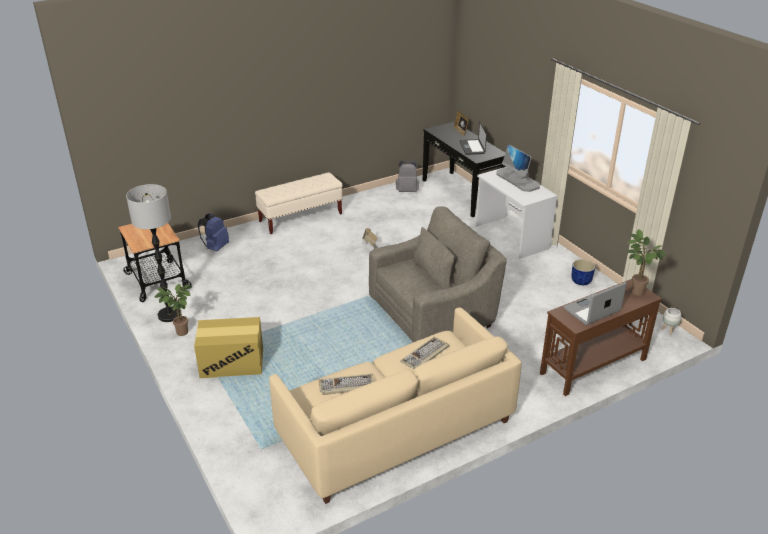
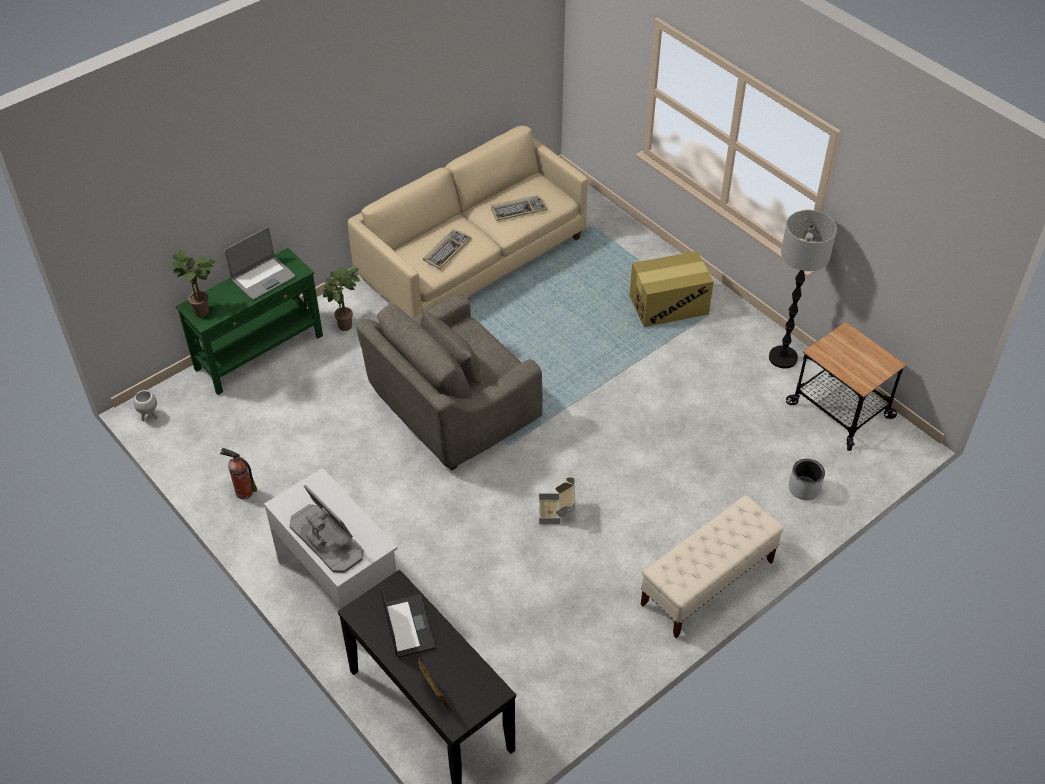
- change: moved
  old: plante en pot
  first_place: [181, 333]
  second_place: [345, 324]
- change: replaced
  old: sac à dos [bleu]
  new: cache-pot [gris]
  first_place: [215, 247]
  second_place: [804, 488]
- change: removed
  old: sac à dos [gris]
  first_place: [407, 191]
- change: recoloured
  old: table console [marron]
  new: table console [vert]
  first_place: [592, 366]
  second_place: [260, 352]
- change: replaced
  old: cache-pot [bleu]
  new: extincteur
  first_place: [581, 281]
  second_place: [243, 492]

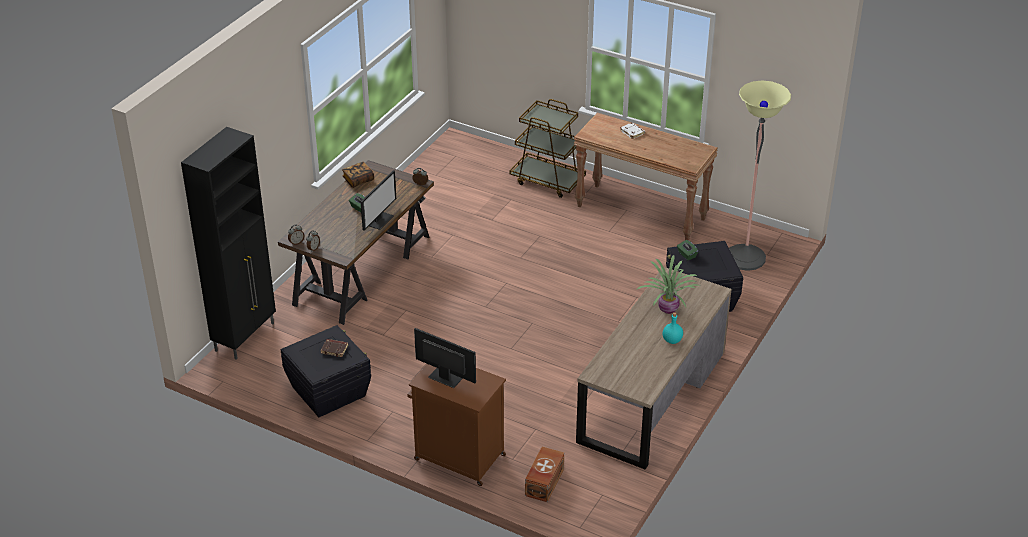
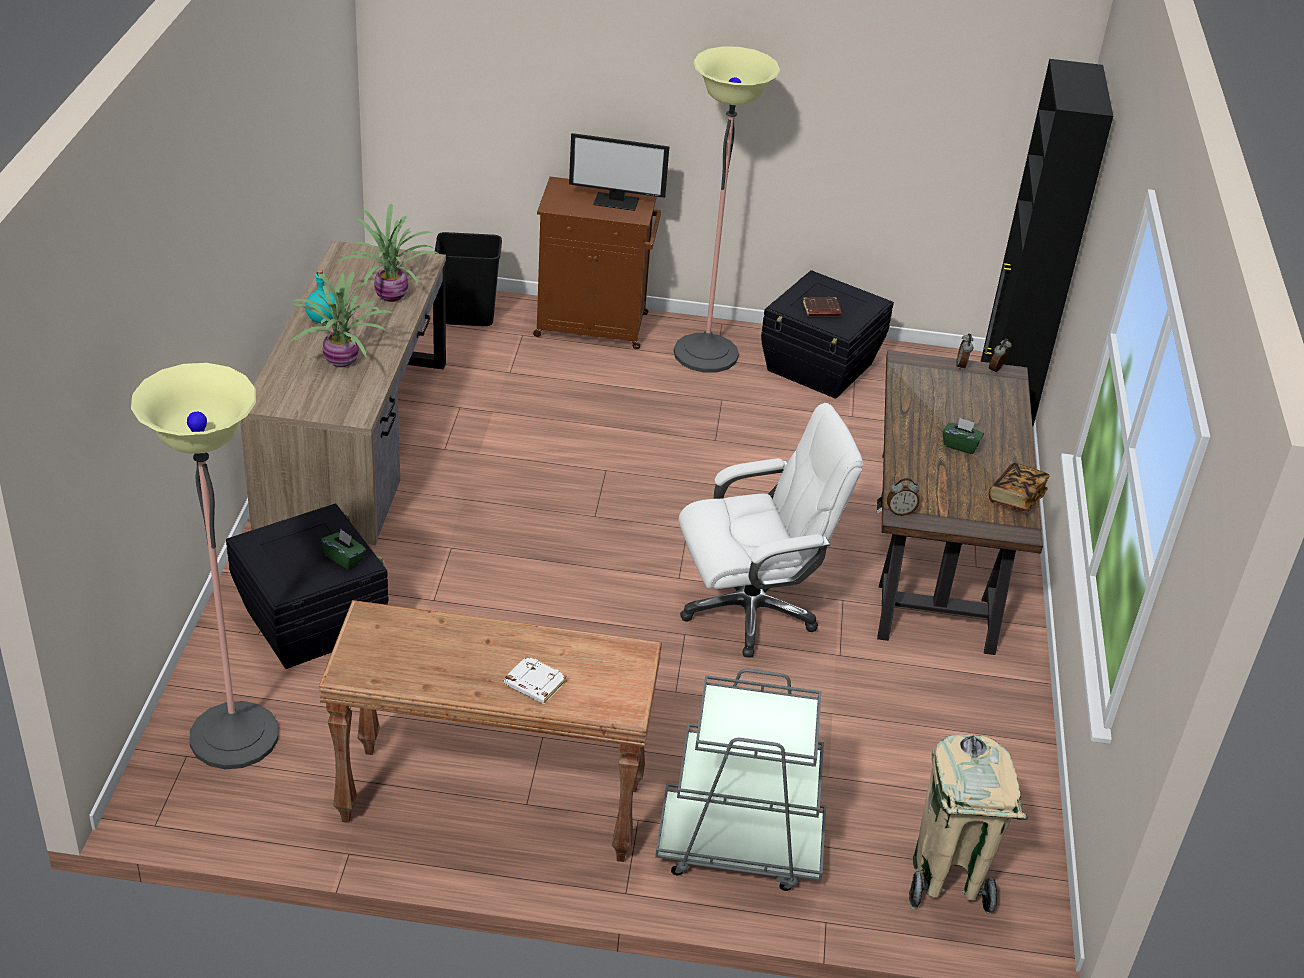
- change: removed
  old: écran d'ordinateur
  first_place: [379, 220]
- change: recoloured
  old: chariot [marron]
  new: chariot [gris]
  first_place: [547, 181]
  second_place: [738, 846]
- change: replaced
  old: boîte de rangement [marron]
  new: poubelle [noir]
  first_place: [543, 482]
  second_place: [468, 317]
- change: added
  new: plante en pot
  second_place: [391, 295]
- change: added
  new: lampadaire
  second_place: [706, 354]
- change: added
  new: chaise de bureau [blanc]
  second_place: [750, 610]
- change: added
  new: poubelle [beige]
  second_place: [947, 879]

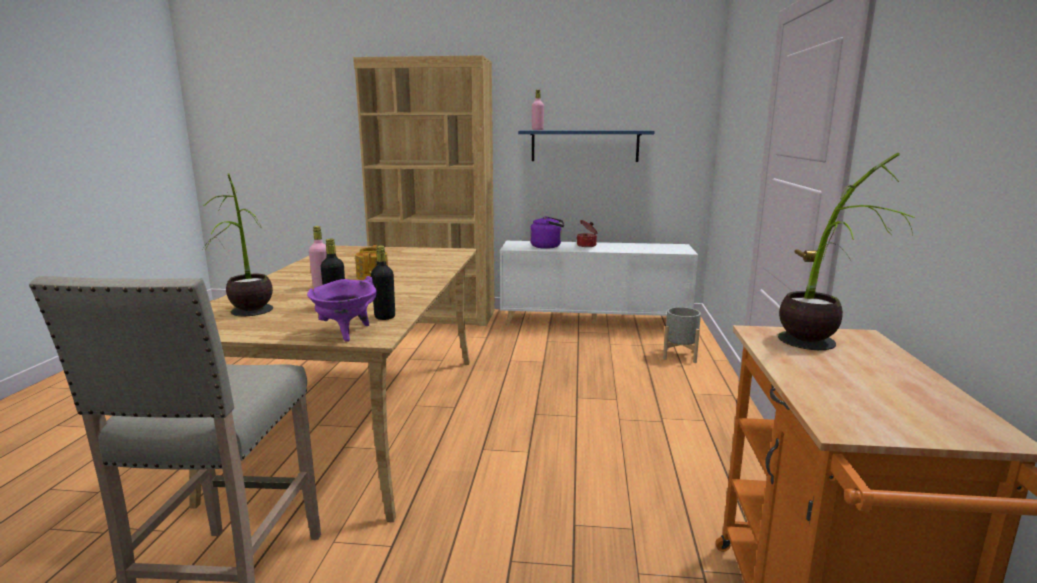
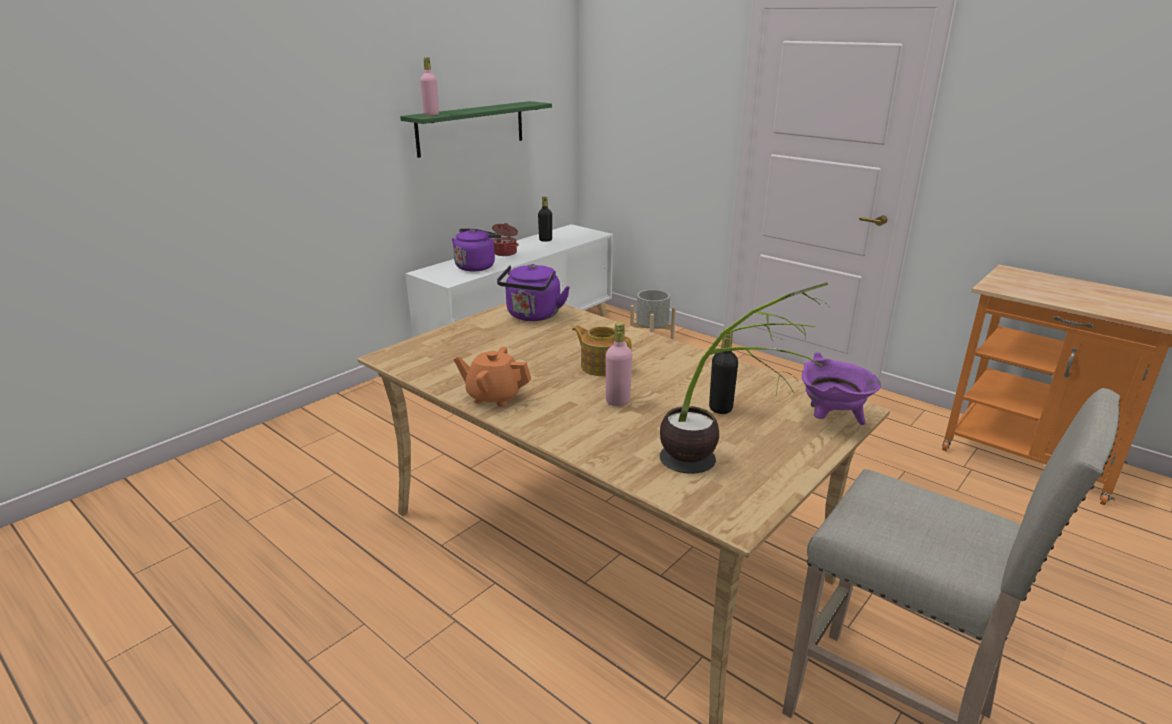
- change: removed
  old: bibliothèque [marron]
  first_place: [435, 316]
- change: moved
  old: bouteille [noir]
  first_place: [385, 317]
  second_place: [545, 240]
- change: recoloured
  old: étagère [bleu]
  new: étagère [vert]
  first_place: [584, 146]
  second_place: [471, 128]
- change: removed
  old: plante en pot
  first_place: [819, 352]
- change: added
  new: théière [orange]
  second_place: [494, 396]
- change: added
  new: bouilloire [violet]
  second_place: [533, 316]

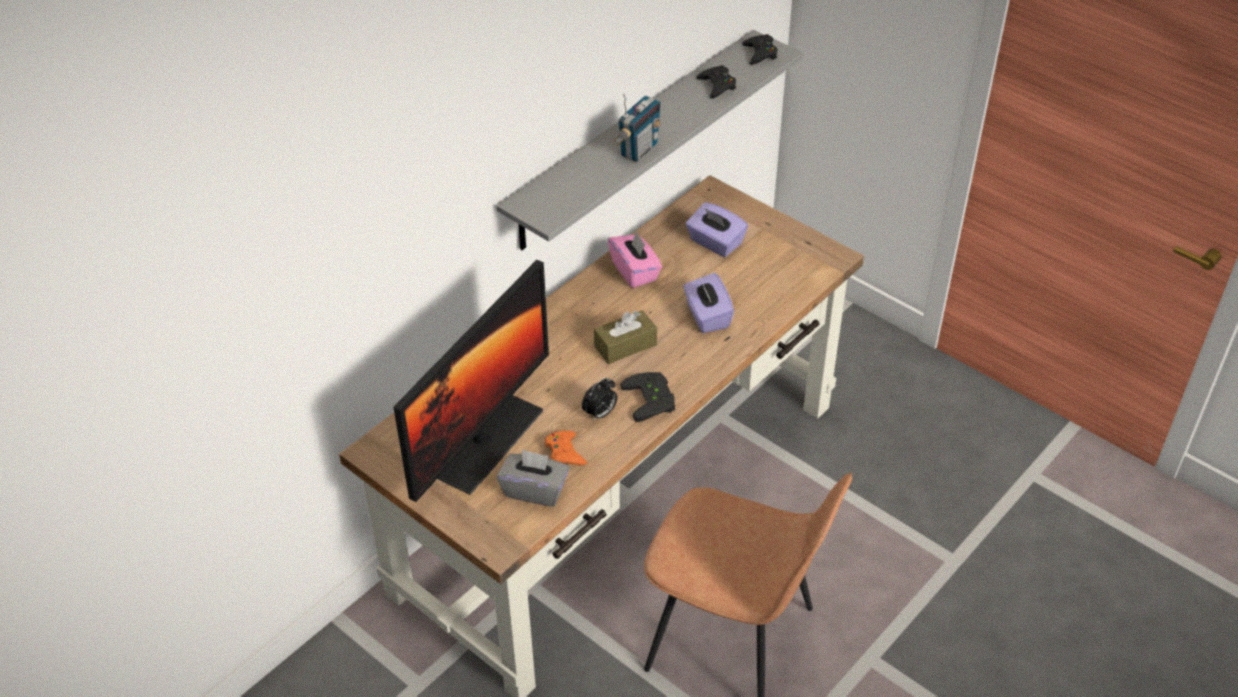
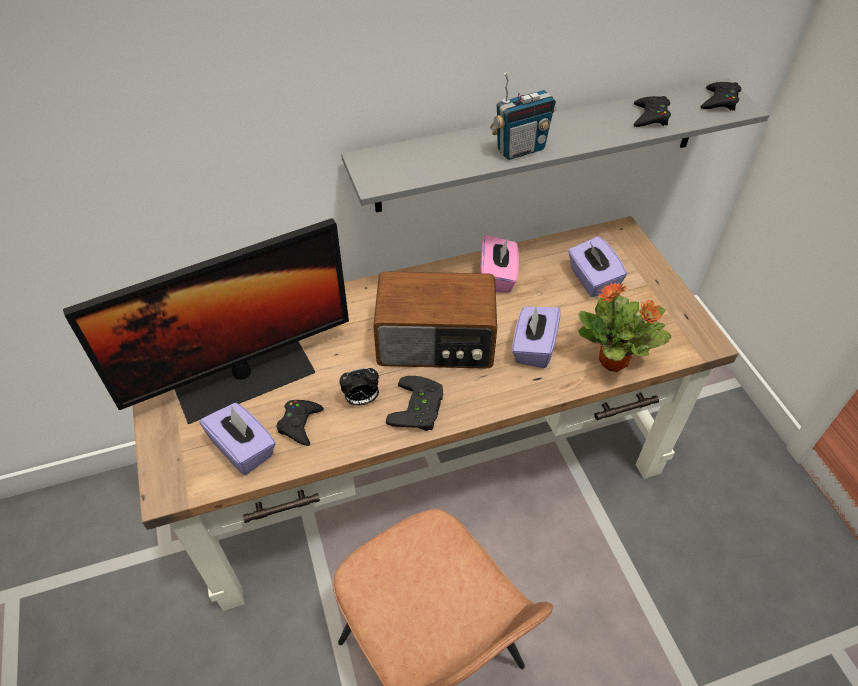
- change: recoloured
  old: boîte à mouchoirs [gris]
  new: boîte à mouchoirs [violet]
  first_place: [535, 490]
  second_place: [244, 449]
- change: recoloured
  old: manette [orange]
  new: manette [noir]
  first_place: [565, 453]
  second_place: [300, 424]
- change: replaced
  old: boîte à mouchoirs [marron]
  new: radio
  first_place: [625, 345]
  second_place: [436, 343]
- change: added
  new: plante en pot
  second_place: [614, 361]

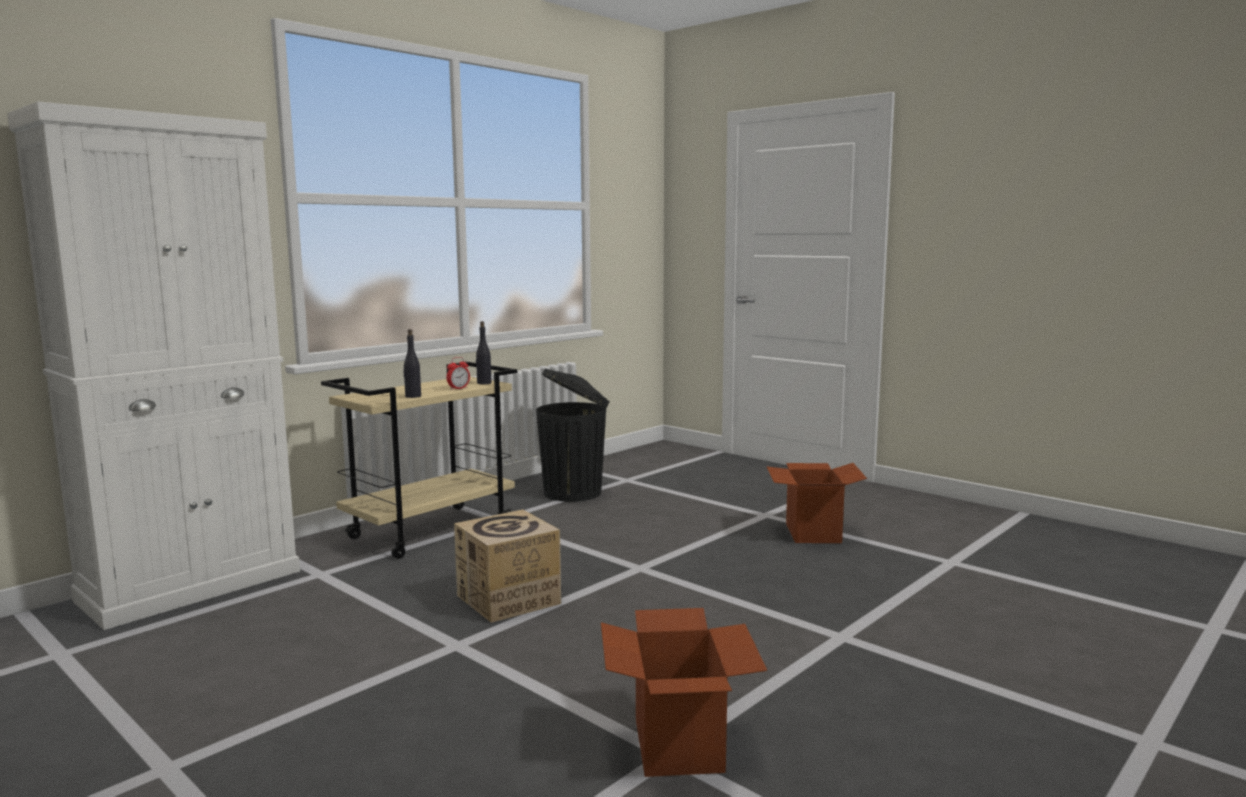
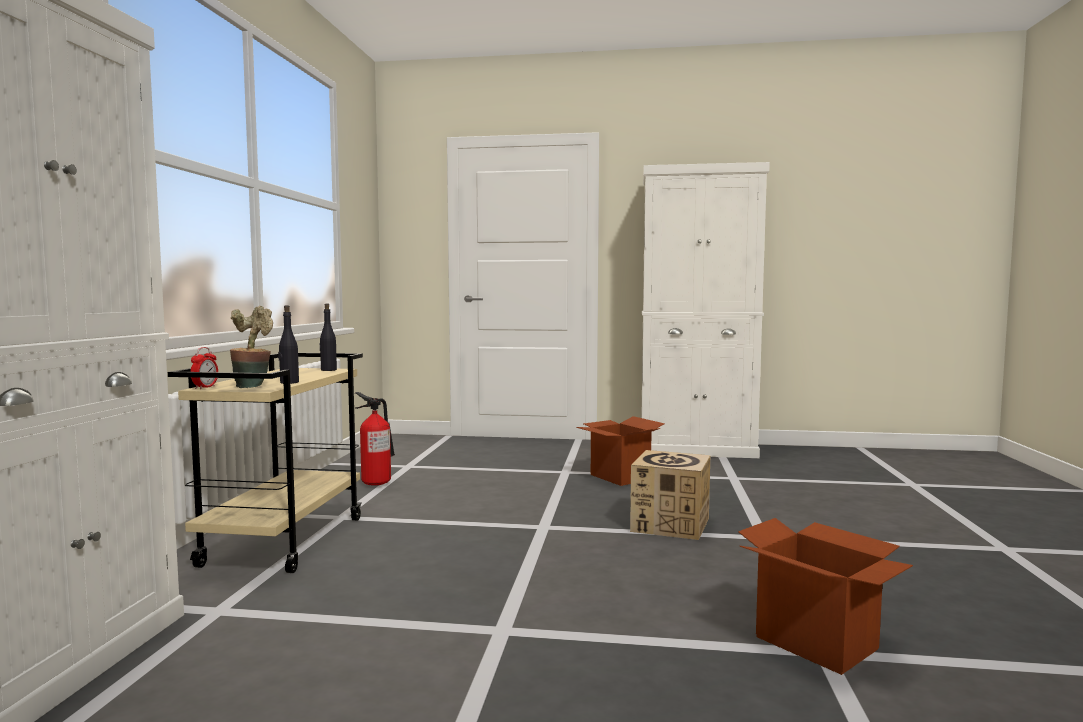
- change: moved
  old: réveil
  first_place: [458, 388]
  second_place: [205, 387]
- change: moved
  old: carton
  first_place: [508, 599]
  second_place: [670, 525]
- change: replaced
  old: poubelle [noir]
  new: extincteur
  first_place: [574, 492]
  second_place: [378, 483]
- change: added
  new: plante en pot
  second_place: [253, 386]
- change: added
  new: meuble de rangement [blanc]
  second_place: [697, 449]

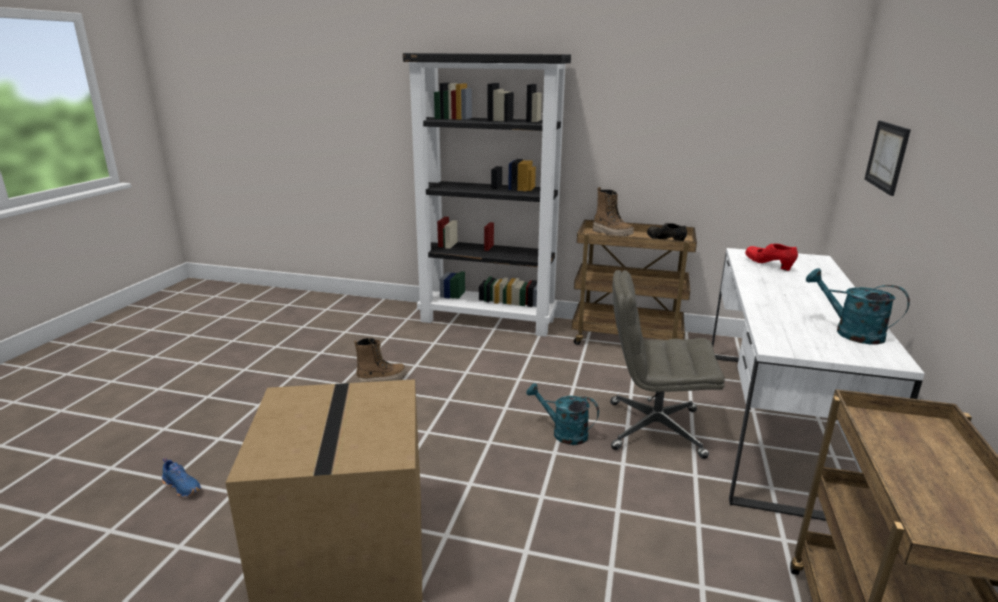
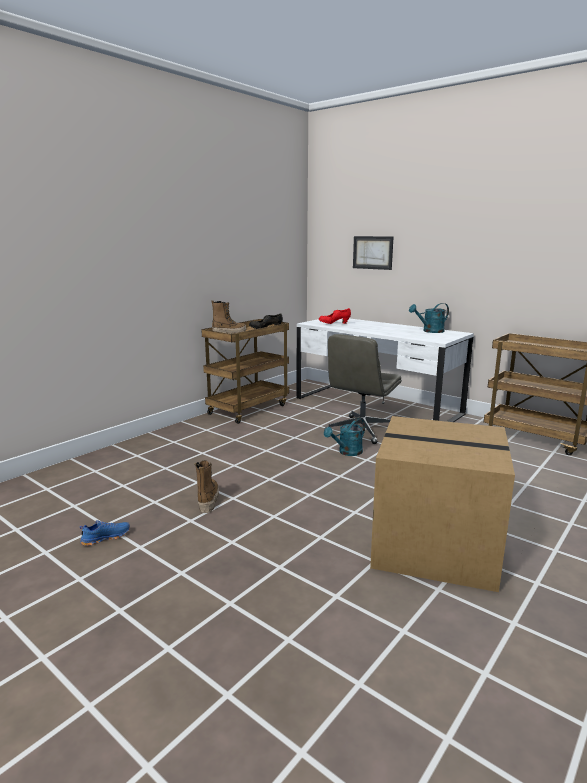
- change: moved
  old: chaussure [bleu]
  first_place: [183, 486]
  second_place: [105, 537]
- change: removed
  old: bibliothèque [noir]
  first_place: [489, 320]

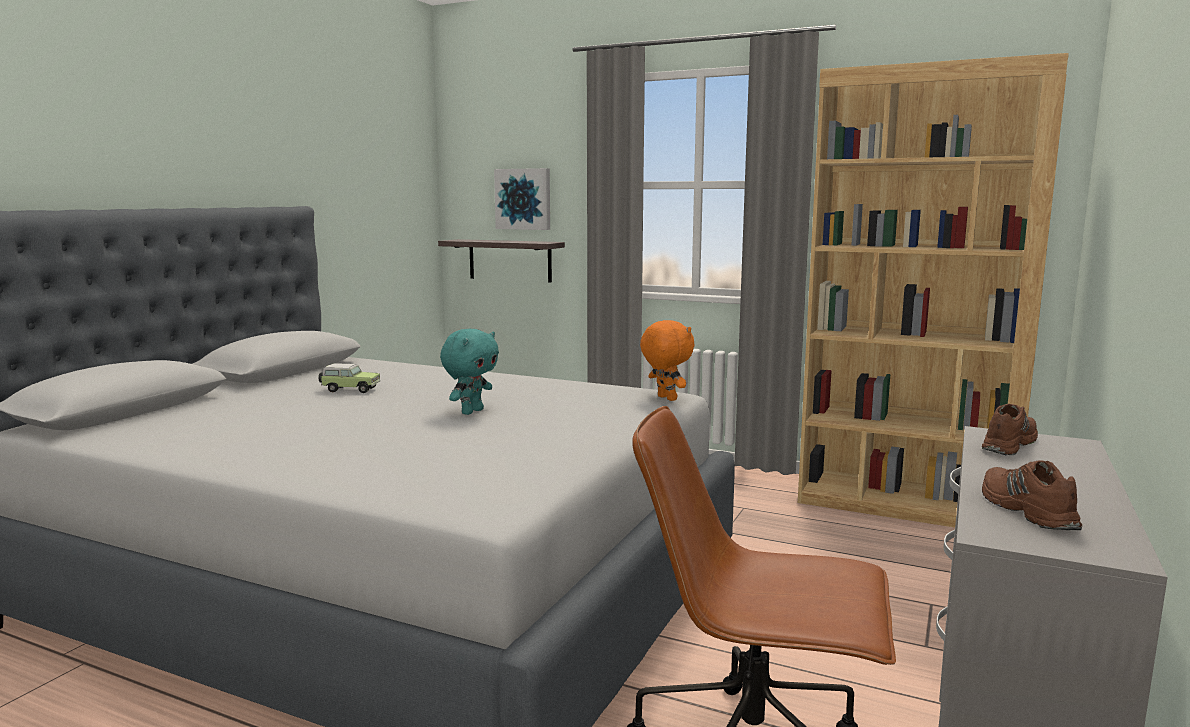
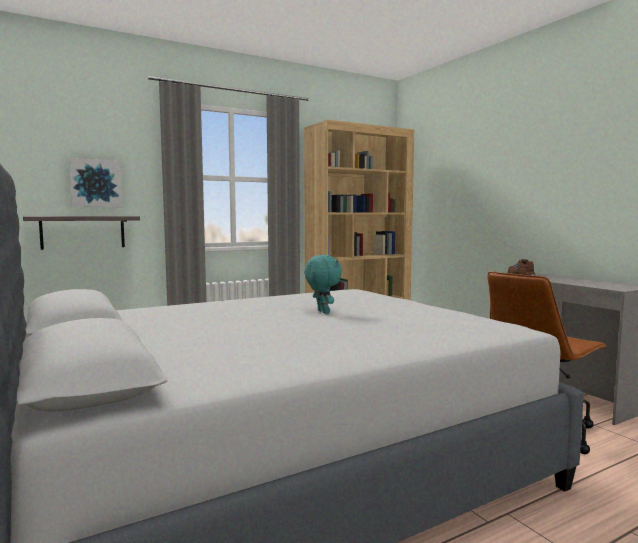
- change: removed
  old: petite voiture
  first_place: [349, 390]
- change: removed
  old: peluche [orange]
  first_place: [665, 398]
- change: removed
  old: chaussure [marron]
  first_place: [1025, 509]

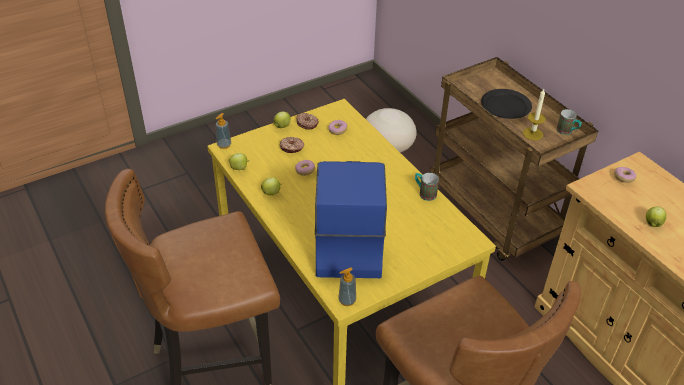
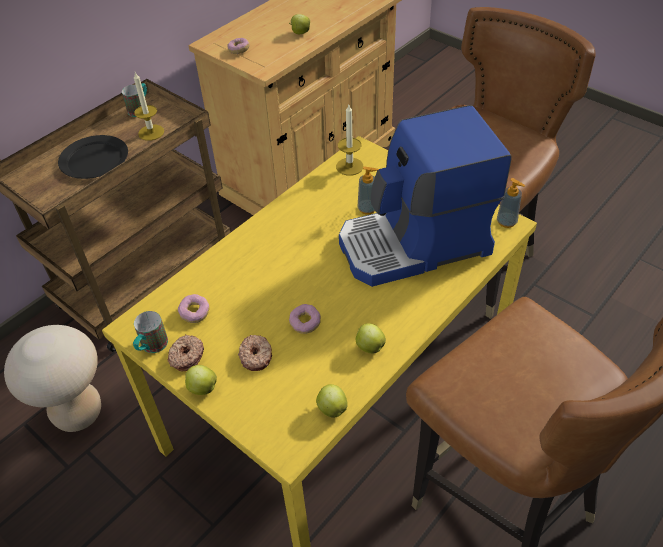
- change: moved
  old: distributeur de savon
  first_place: [224, 145]
  second_place: [367, 209]
- change: moved
  old: mug
  first_place: [424, 193]
  second_place: [151, 347]
- change: added
  new: bougie
  second_place: [349, 166]

